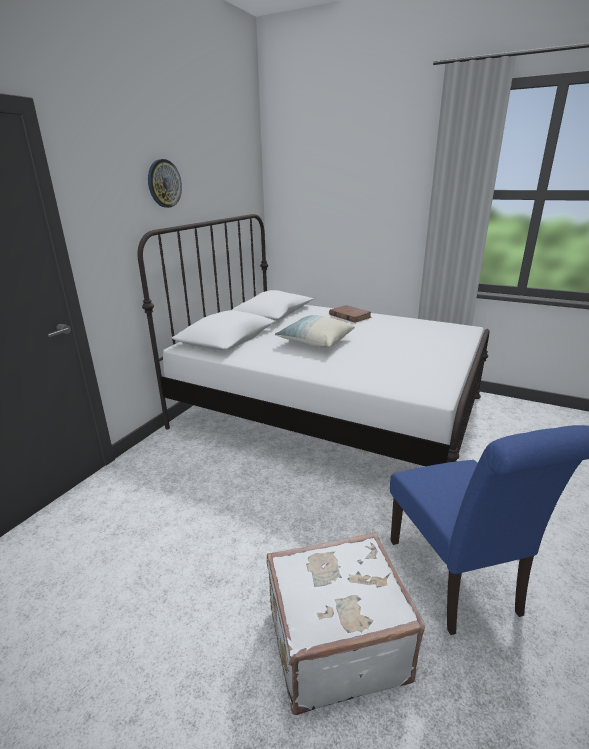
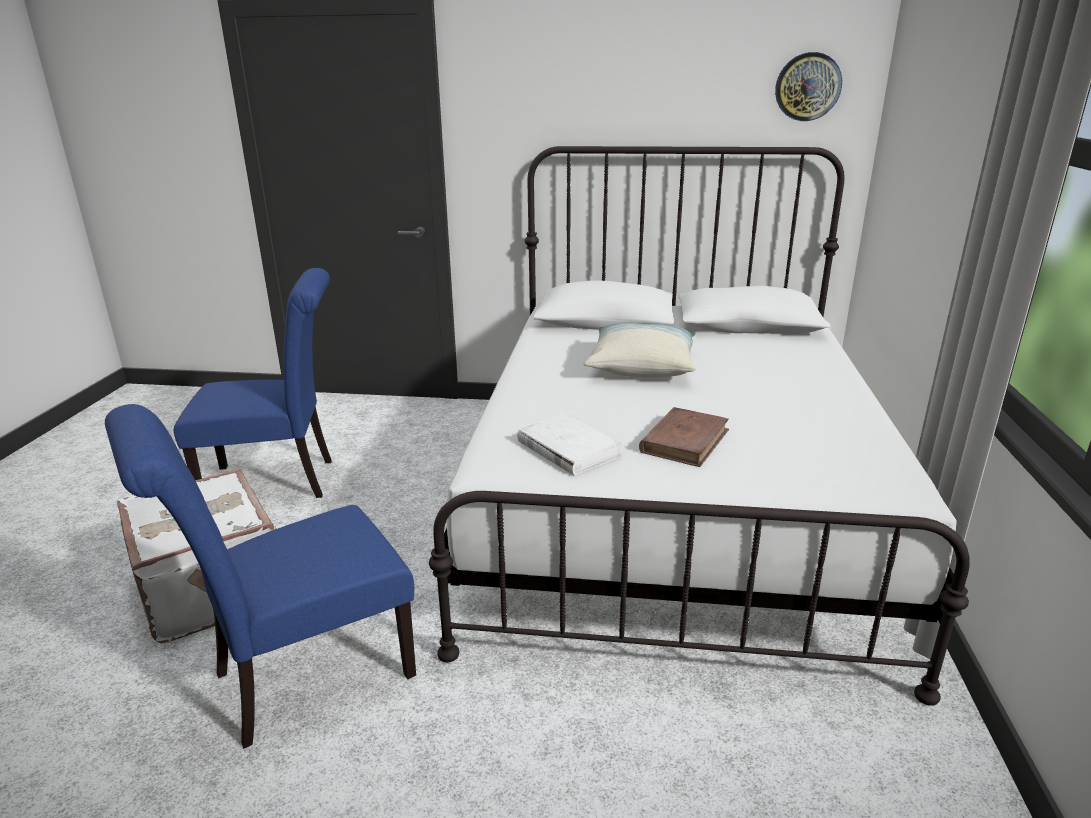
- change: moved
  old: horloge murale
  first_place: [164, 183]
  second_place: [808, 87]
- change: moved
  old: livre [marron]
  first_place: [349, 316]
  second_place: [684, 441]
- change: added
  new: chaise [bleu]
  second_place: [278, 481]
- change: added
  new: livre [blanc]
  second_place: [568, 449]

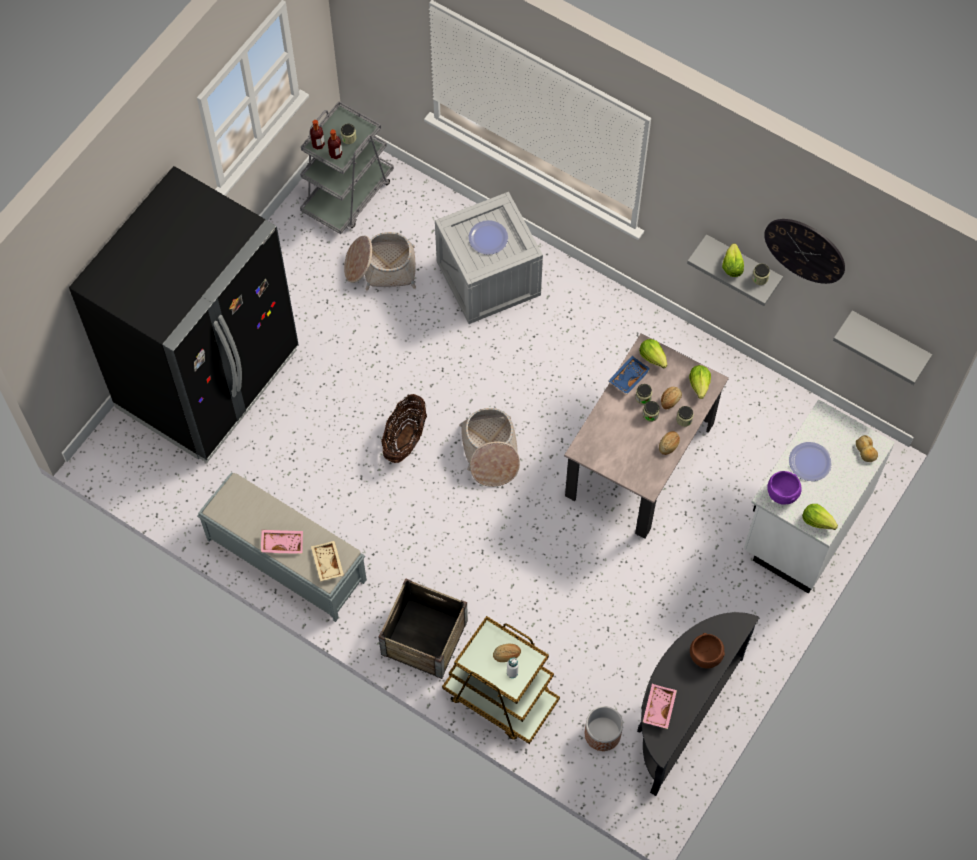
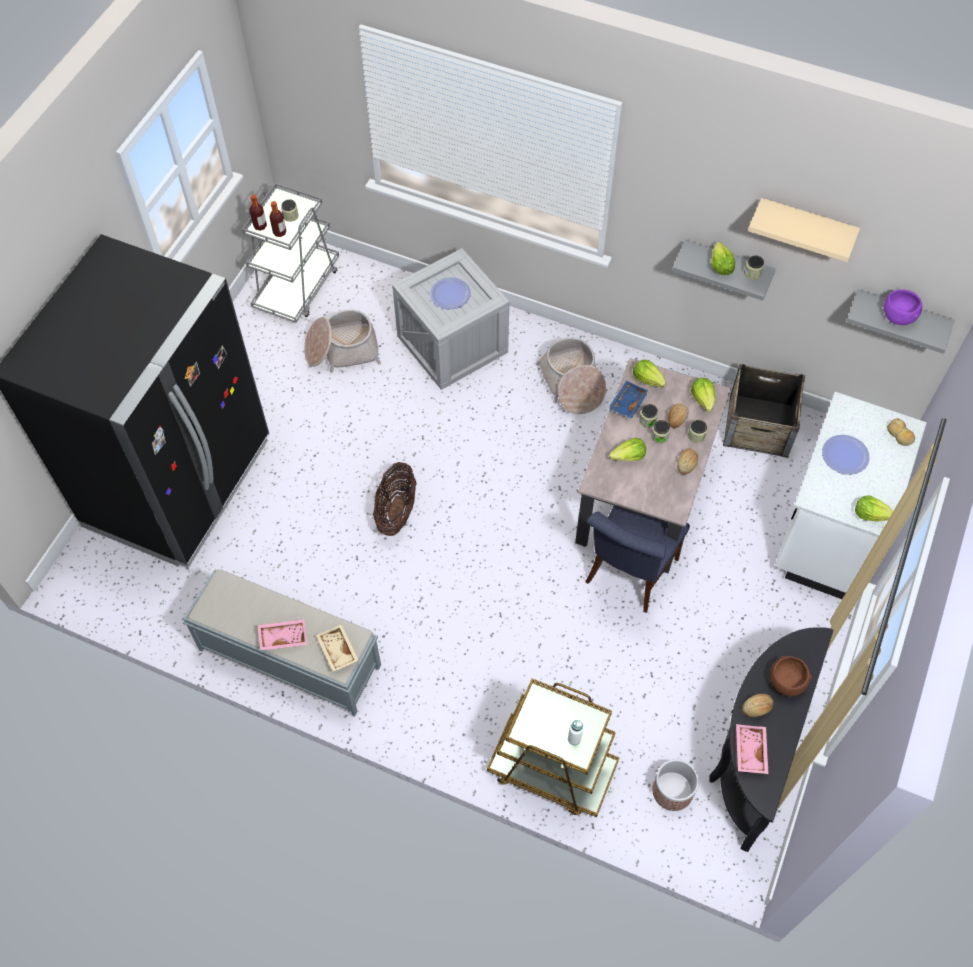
- change: moved
  old: caisse
  first_place: [425, 637]
  second_place: [759, 425]
- change: moved
  old: panier
  first_place: [490, 452]
  second_place: [572, 384]
- change: moved
  old: pain
  first_place: [507, 655]
  second_place: [757, 708]
- change: replaced
  old: horloge murale
  new: étagère [beige]
  first_place: [805, 250]
  second_place: [806, 226]
- change: moved
  old: bol [violet]
  first_place: [782, 492]
  second_place: [898, 315]
- change: added
  new: chaise [bleu]
  second_place: [628, 575]
- change: added
  new: laitue
  second_place: [628, 457]

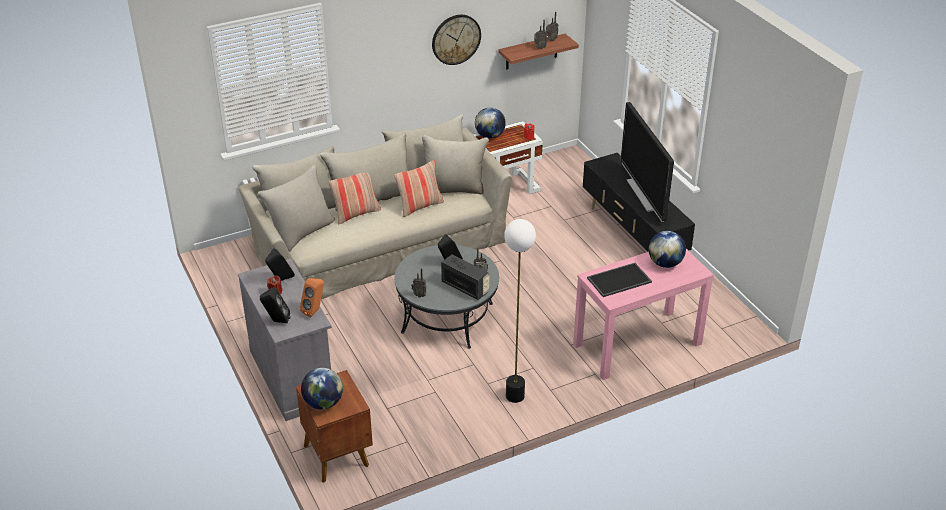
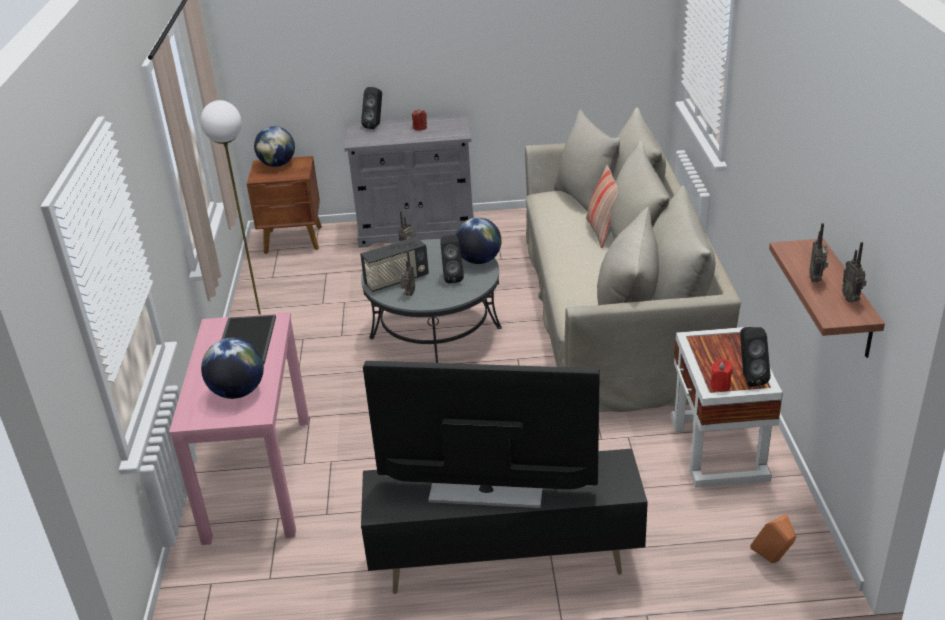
- change: moved
  old: enceinte [noir]
  first_place: [281, 280]
  second_place: [749, 378]
- change: moved
  old: enceinte [orange]
  first_place: [315, 311]
  second_place: [772, 561]
- change: removed
  old: coussin
  first_place: [420, 206]
- change: removed
  old: horloge murale
  first_place: [456, 39]
- change: moved
  old: globe
  first_place: [490, 136]
  second_place: [479, 260]

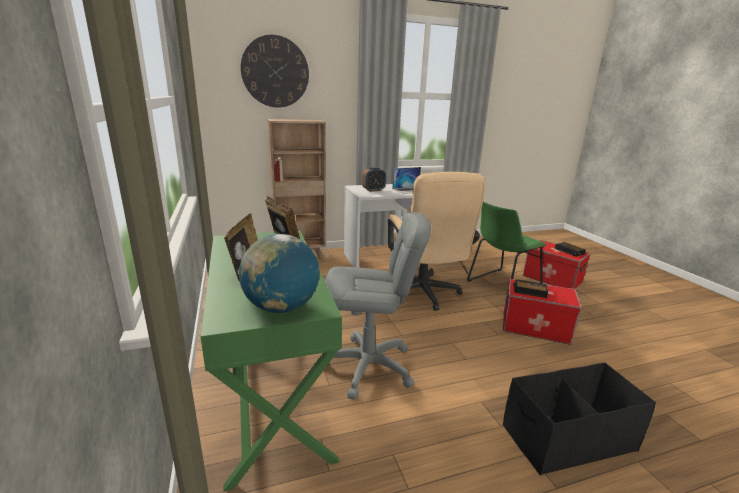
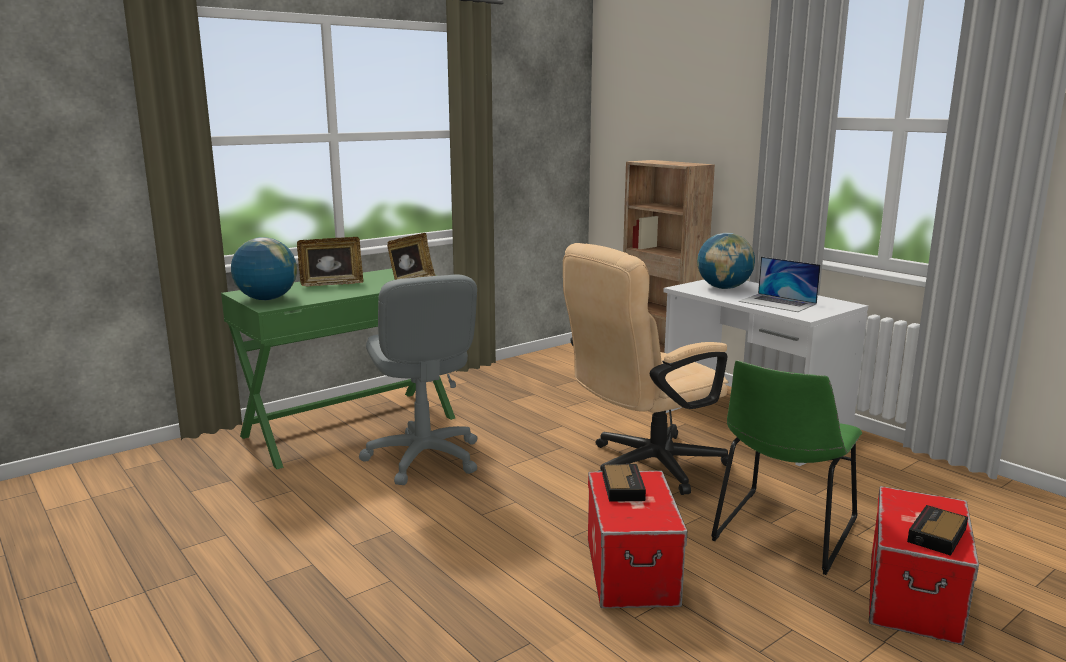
- change: removed
  old: horloge murale
  first_place: [275, 72]
- change: replaced
  old: réveil
  new: globe
  first_place: [373, 190]
  second_place: [724, 288]
- change: turned
  old: chaise [vert]
  first_place: [501, 284]
  second_place: [782, 533]
  degrees: -90
- change: removed
  old: boîte de rangement [noir]
  first_place: [567, 437]

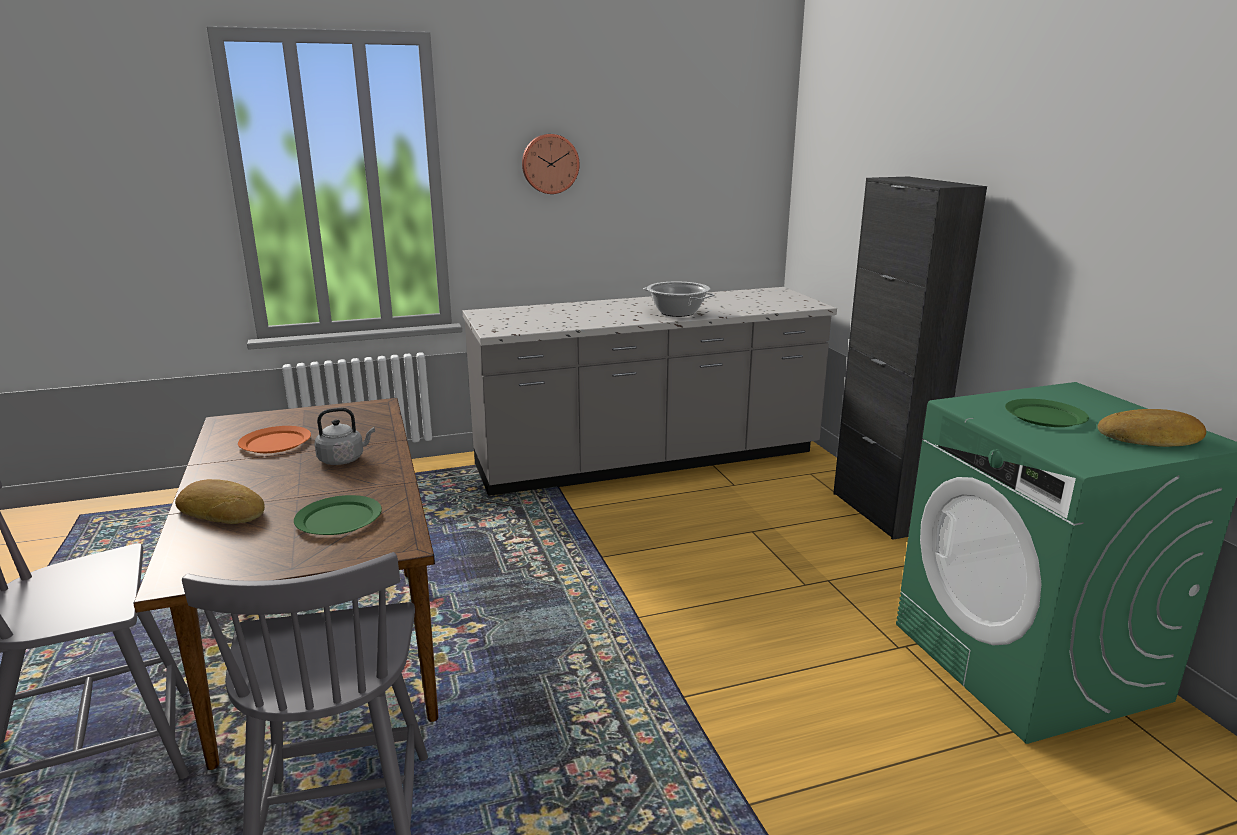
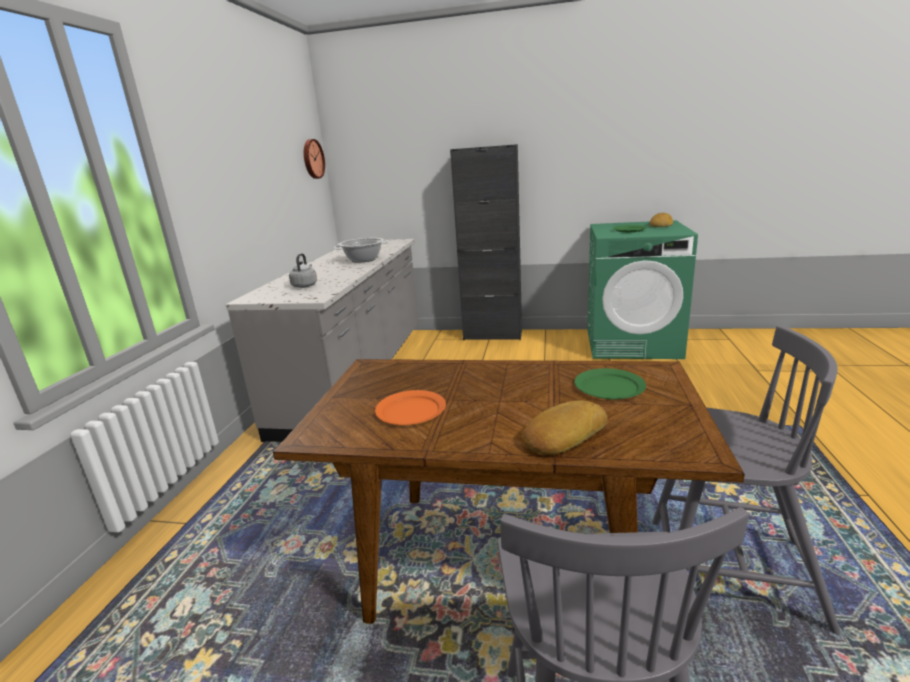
- change: moved
  old: bouilloire [gris]
  first_place: [344, 459]
  second_place: [305, 285]
- change: moved
  old: horloge murale
  first_place: [550, 164]
  second_place: [312, 159]

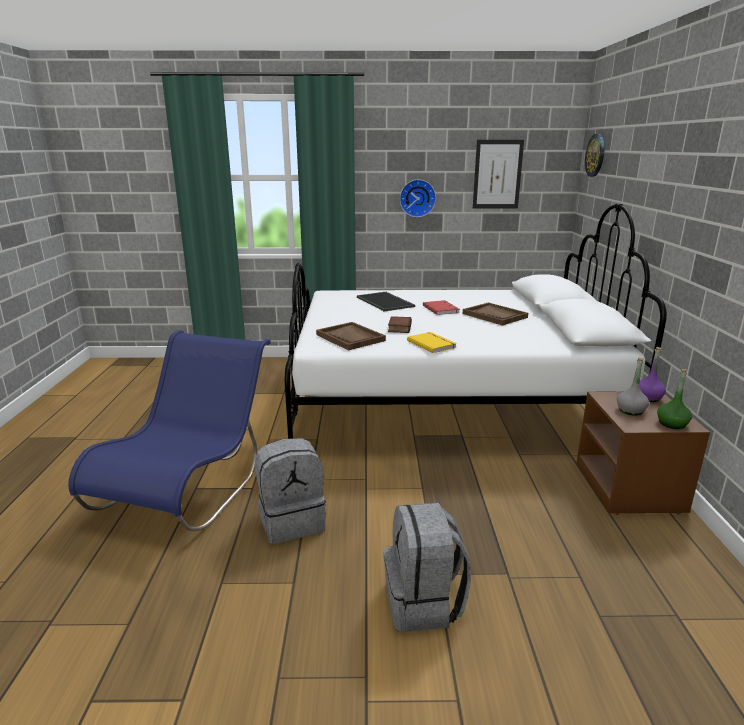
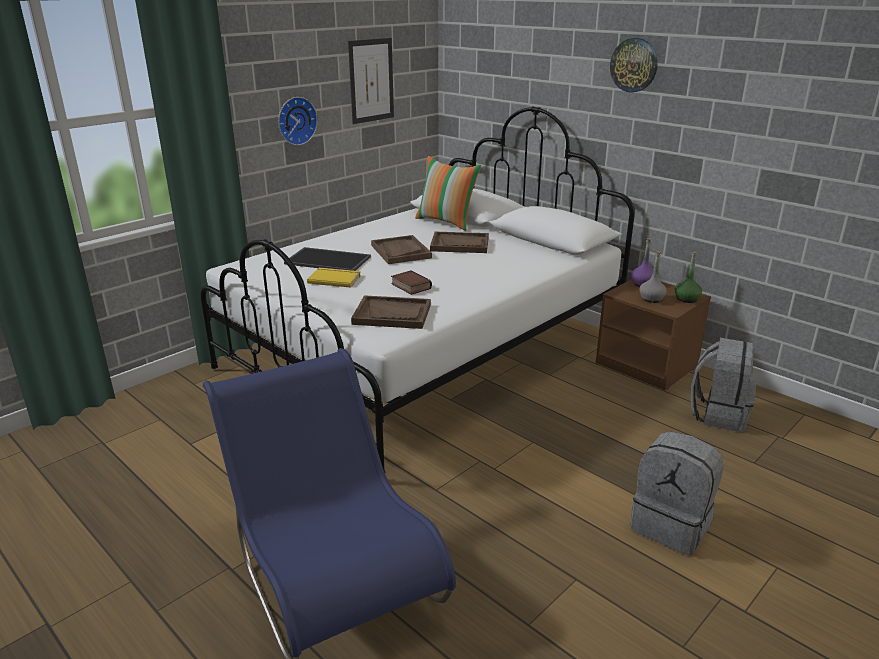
- change: moved
  old: sac à dos [gris]
  first_place: [292, 521]
  second_place: [718, 414]
- change: moved
  old: livre [jaune]
  first_place: [432, 344]
  second_place: [334, 279]
- change: replaced
  old: livre [rouge]
  new: plateau [marron]
  first_place: [441, 309]
  second_place: [400, 251]
- change: moved
  old: horloge murale
  first_place: [595, 155]
  second_place: [634, 65]
- change: added
  new: coussin
  second_place: [446, 222]

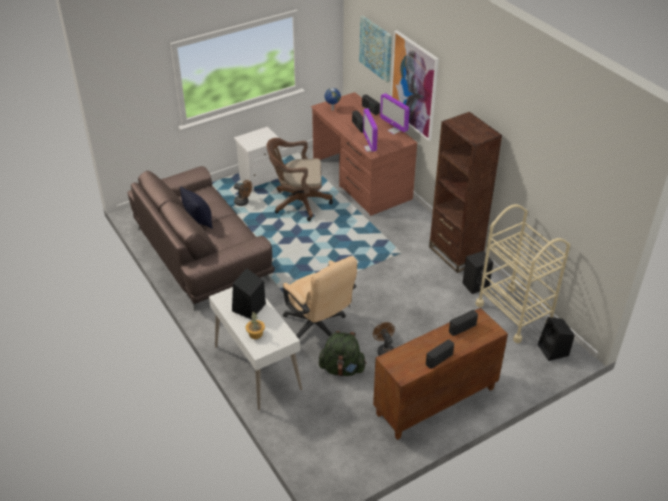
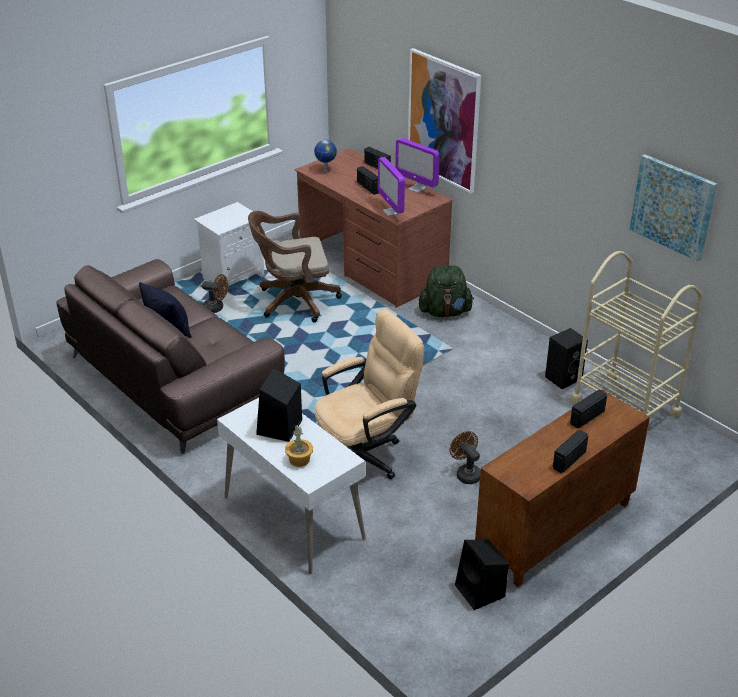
- change: turned
  old: chaise de bureau [beige]
  first_place: [318, 327]
  second_place: [366, 455]
  degrees: -75
- change: moved
  old: sac à dos [vert]
  first_place: [342, 368]
  second_place: [445, 312]
- change: moved
  old: tableau
  first_place: [376, 48]
  second_place: [673, 206]
- change: removed
  old: bibliothèque [marron]
  first_place: [455, 254]
- change: moved
  old: enceinte [noir]
  first_place: [553, 350]
  second_place: [481, 591]

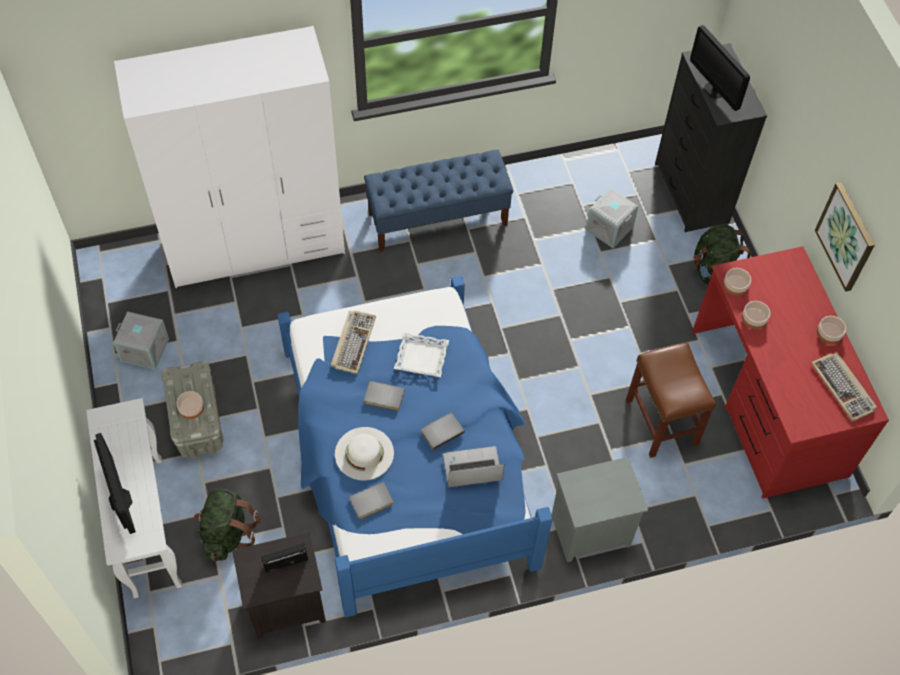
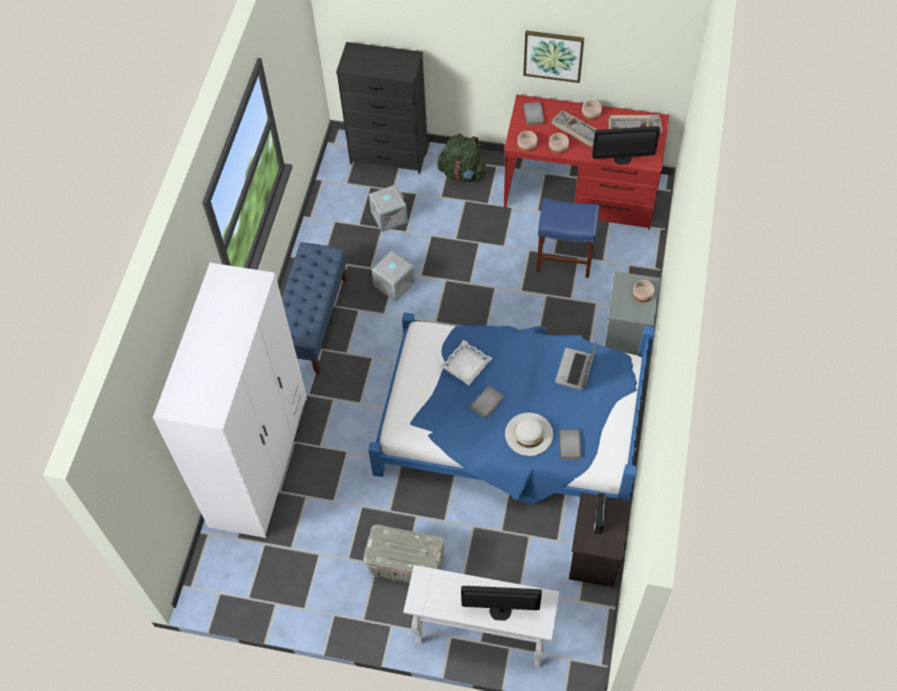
- change: moved
  old: boîte de rangement [gris]
  first_place: [145, 349]
  second_place: [394, 284]
- change: moved
  old: bol
  first_place: [190, 408]
  second_place: [642, 294]
- change: removed
  old: sac à dos [vert]
  first_place: [227, 533]
- change: moved
  old: clavier
  first_place: [353, 342]
  second_place: [576, 130]
- change: moved
  old: livre [gris]
  first_place: [441, 430]
  second_place: [532, 114]
- change: recoloured
  old: tabouret [marron]
  new: tabouret [bleu]
  first_place: [660, 421]
  second_place: [563, 258]
- change: moved
  old: écran d'ordinateur
  first_place: [714, 90]
  second_place: [622, 158]

